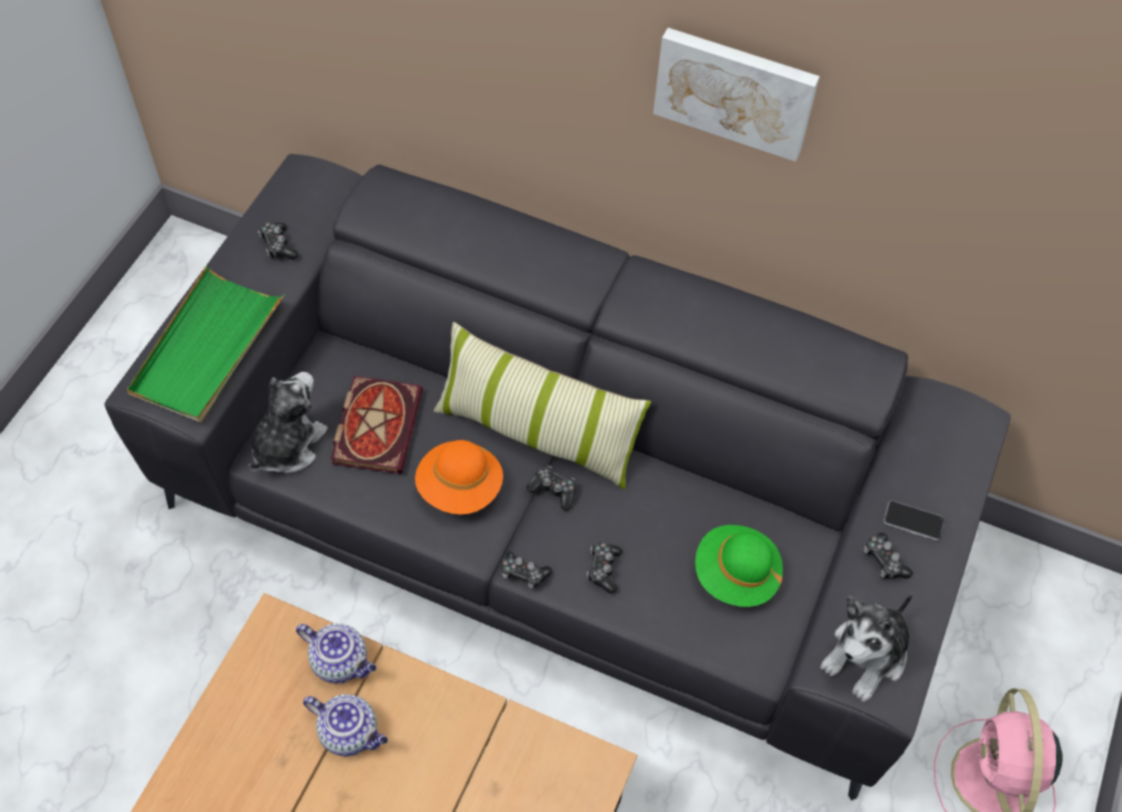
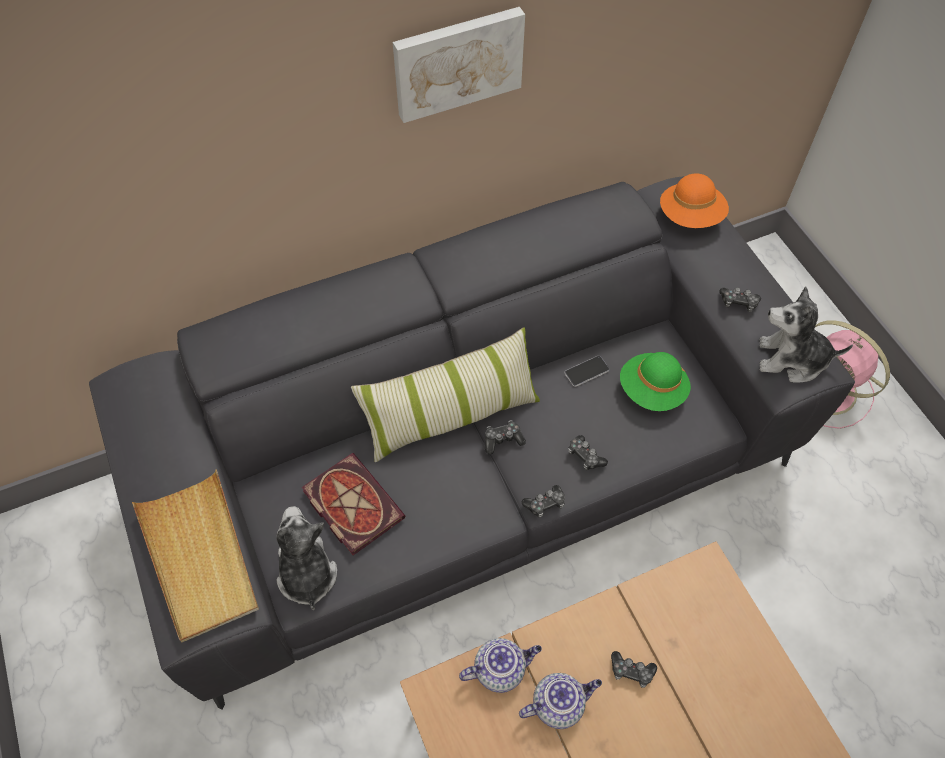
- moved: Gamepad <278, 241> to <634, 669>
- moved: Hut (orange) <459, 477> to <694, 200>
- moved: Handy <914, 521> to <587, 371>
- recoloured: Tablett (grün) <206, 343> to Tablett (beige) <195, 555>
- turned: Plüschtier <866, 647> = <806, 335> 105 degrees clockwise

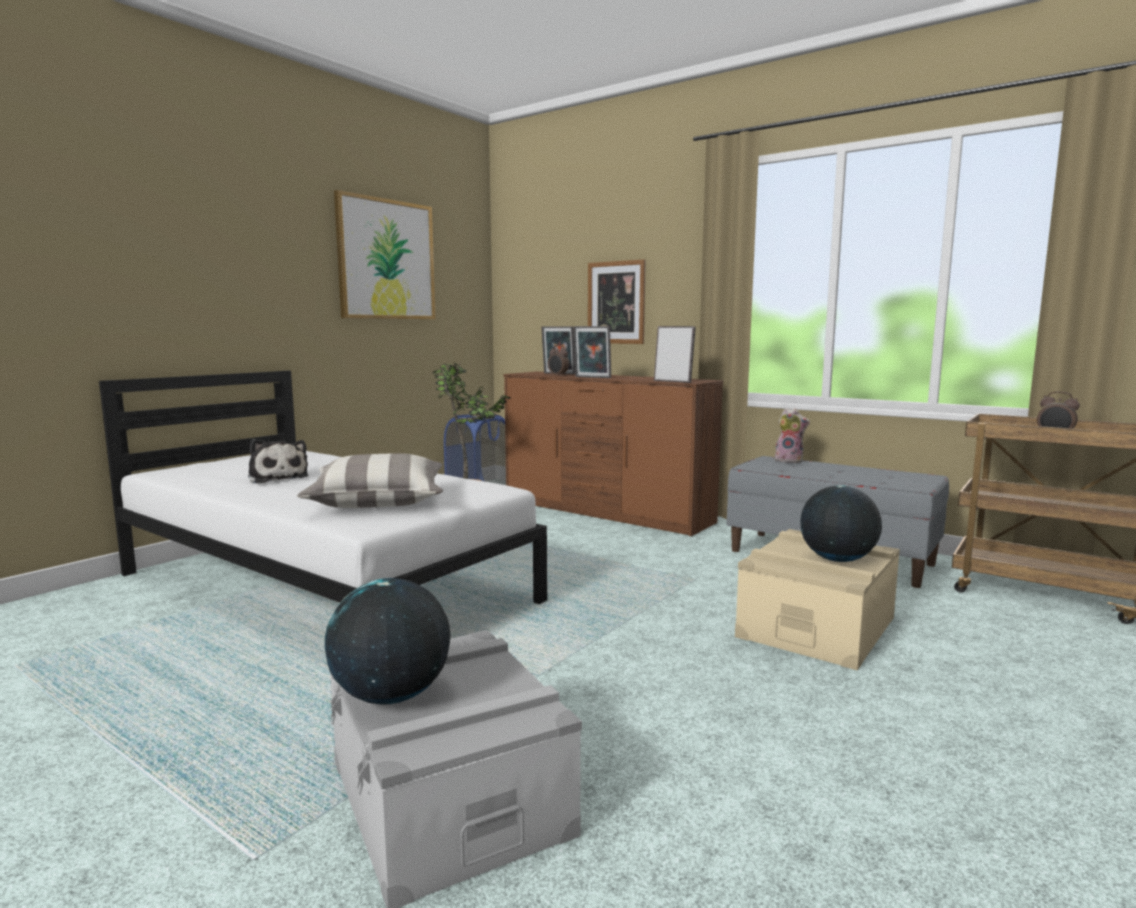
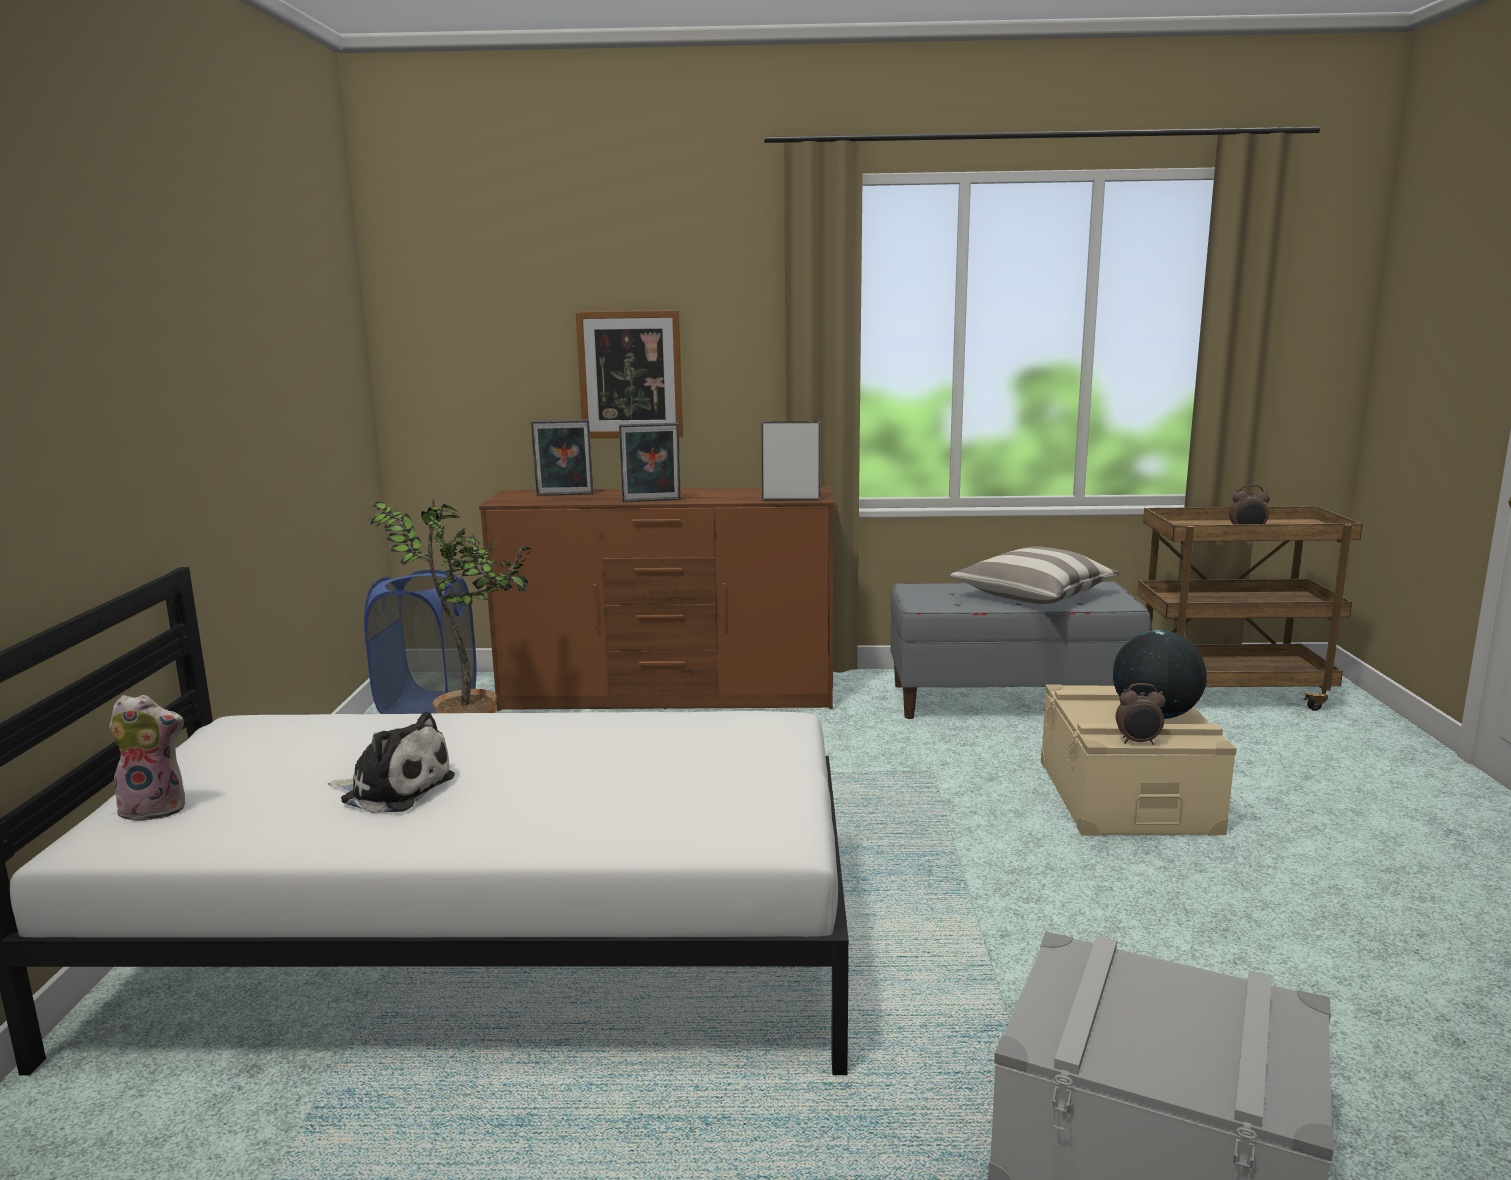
- removed: Globus <387, 641>
- removed: Bild <385, 254>
- moved: Kissen <370, 480> to <1035, 575>
- moved: Wecker <558, 360> to <1141, 714>
- moved: Plüschtier <791, 435> to <147, 758>

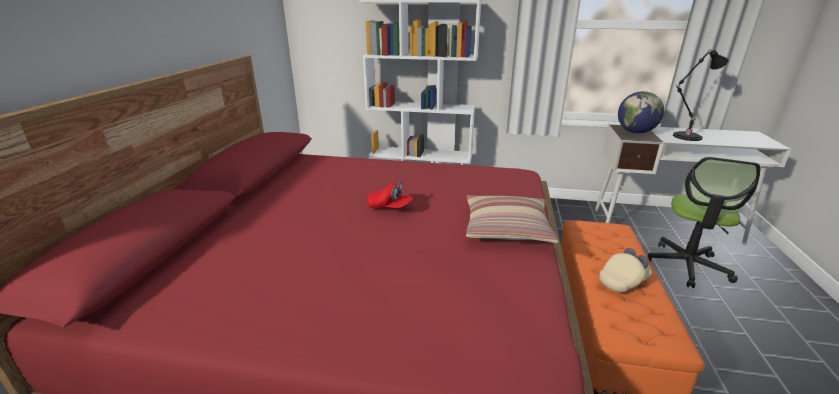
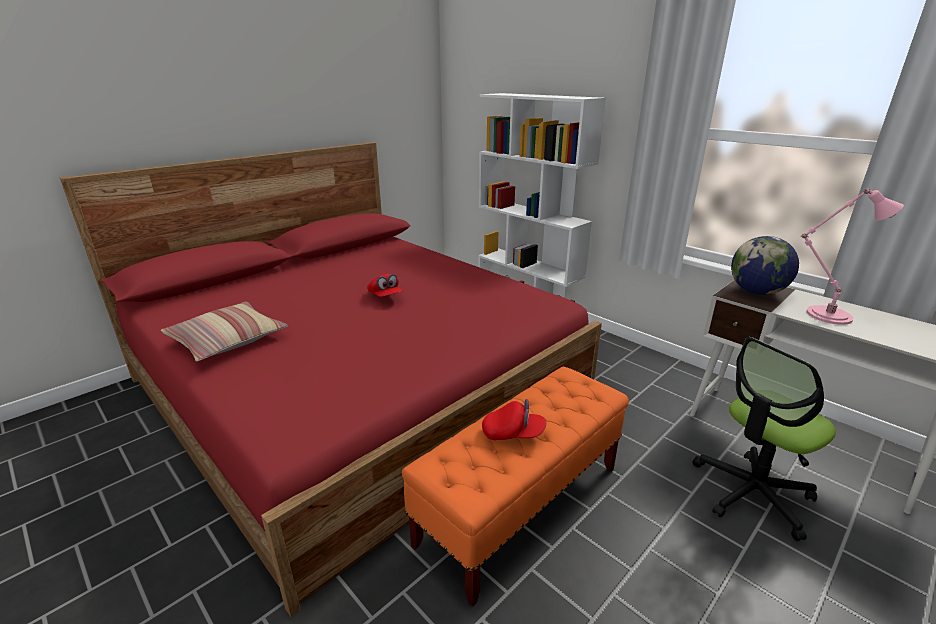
- moved: Kissen <512, 219> to <224, 331>
- recoloured: Kappe (beige) <625, 270> to Kappe (rot) <514, 419>
- recoloured: Tischlampe (schwarz) <701, 95> to Tischlampe (rosa) <852, 256>

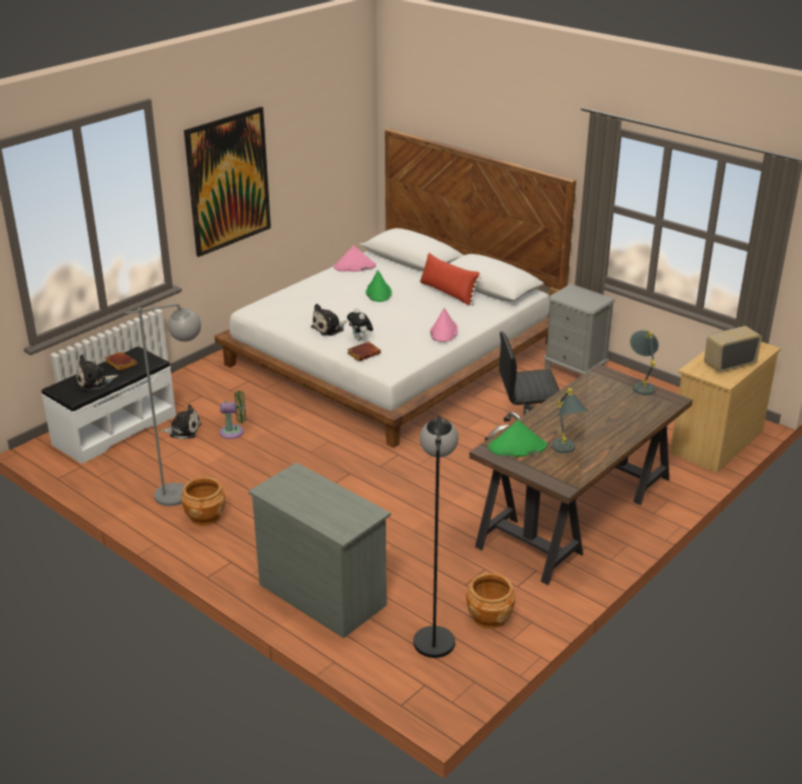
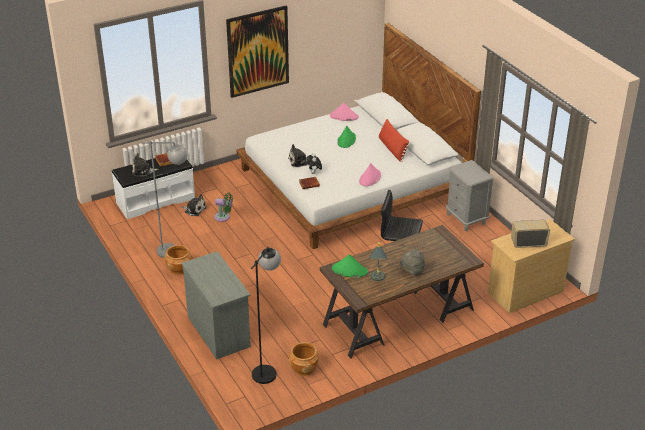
- removed: Tischlampe (grau) <644, 362>
- added: Hut (grau) <412, 263>

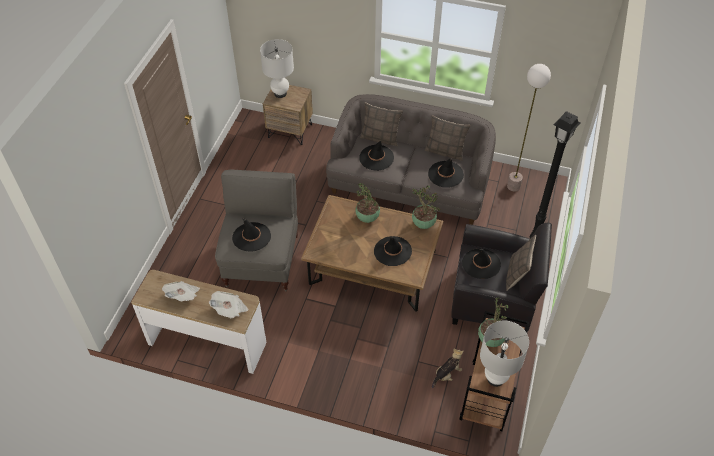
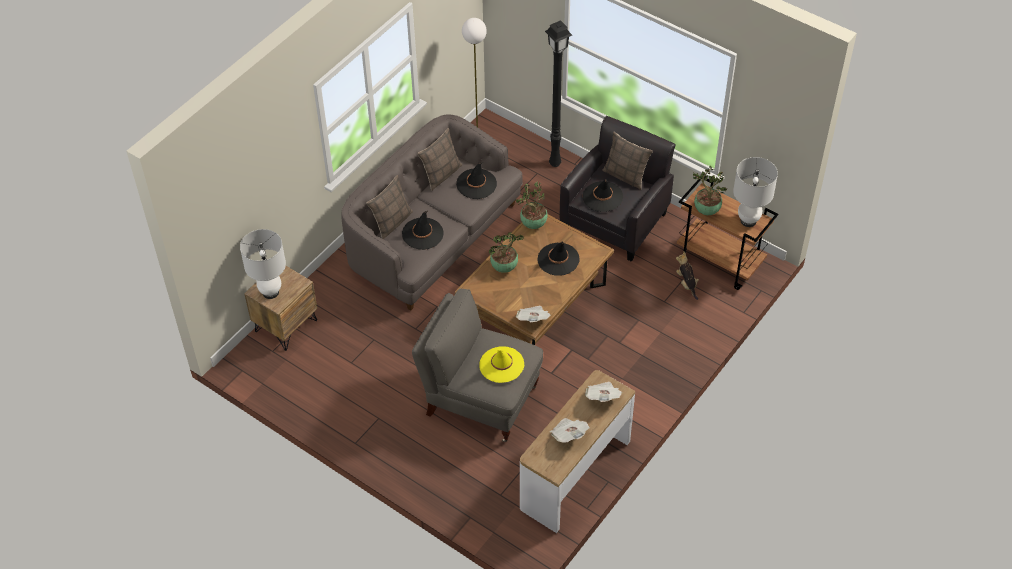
- added: Zeitung <533, 314>
- recoloured: Hut (schwarz) <251, 235> to Hut (gelb) <501, 364>

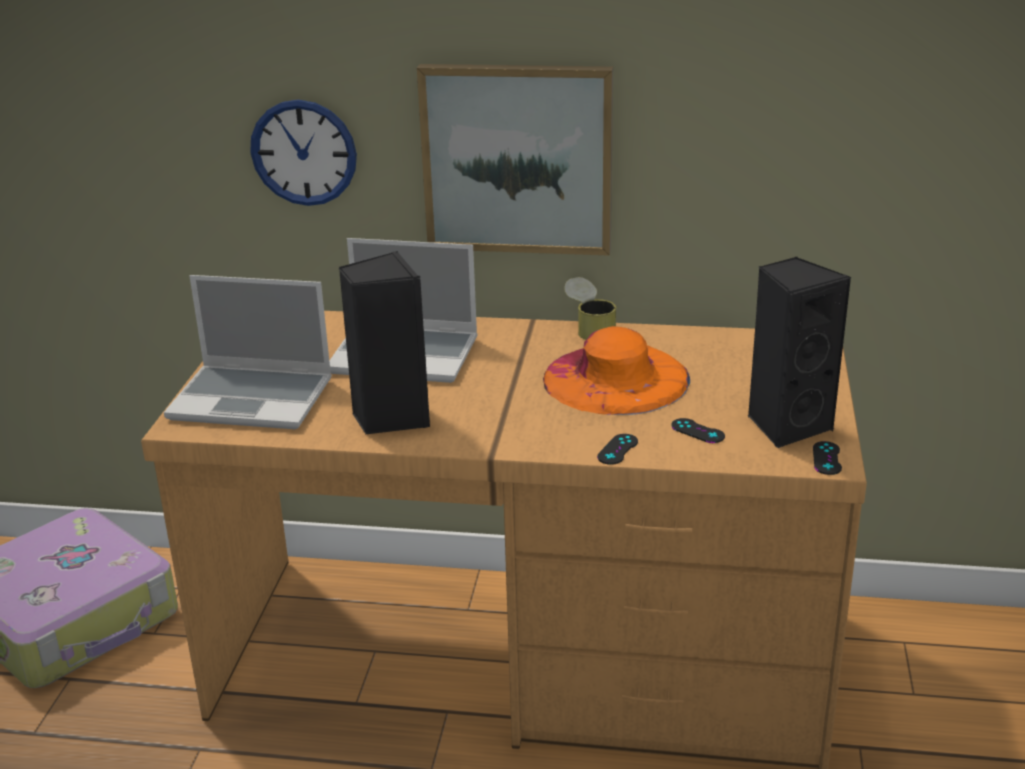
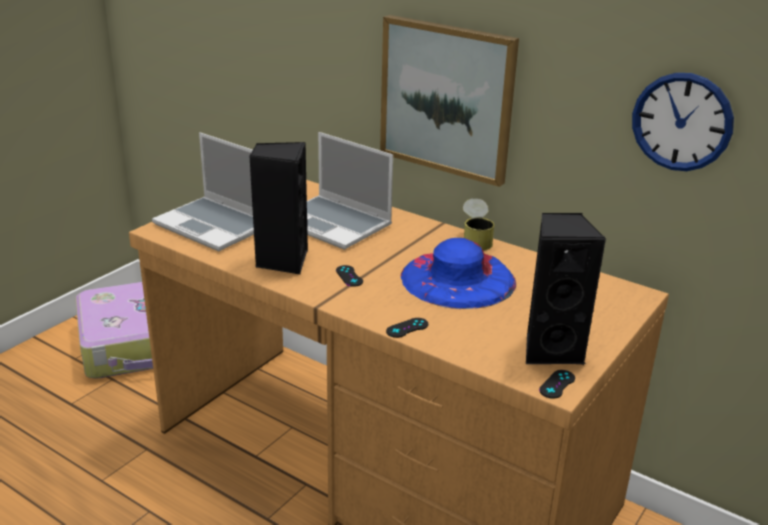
- moved: Wanduhr <303, 153> to <683, 122>
- moved: Gamepad (schwarz) <698, 430> to <349, 276>
- recoloured: Hut (orange) <616, 370> to Hut (blau) <458, 273>

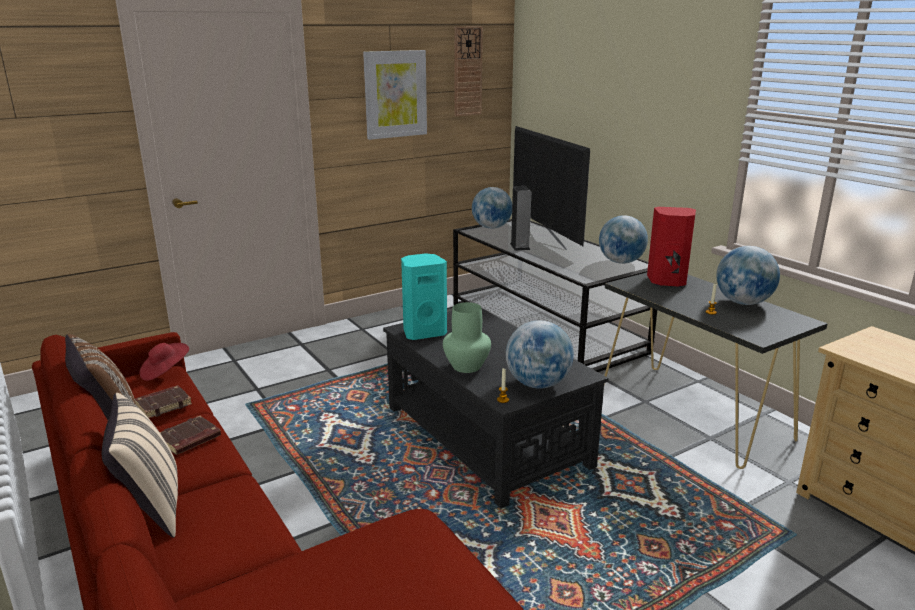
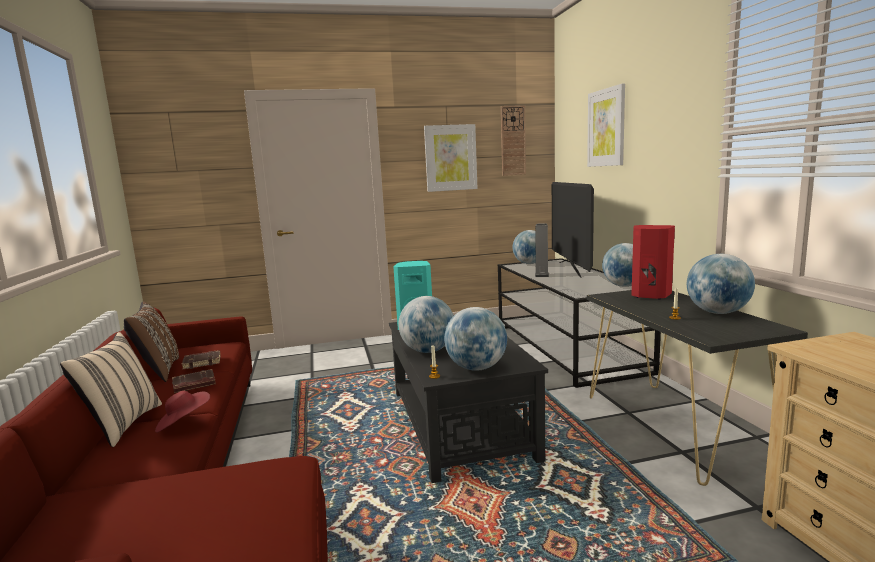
- added: Bild <606, 125>
- moved: Hut (rot) <164, 362> to <182, 412>
- replaced: Vase (grün) <467, 337> to Globus <426, 324>

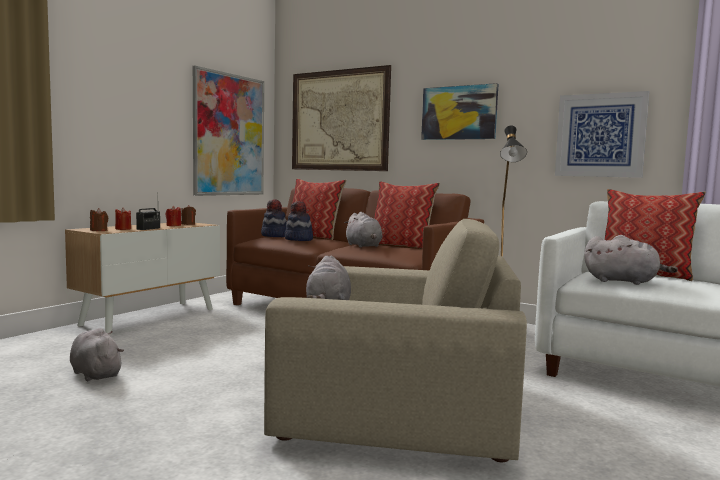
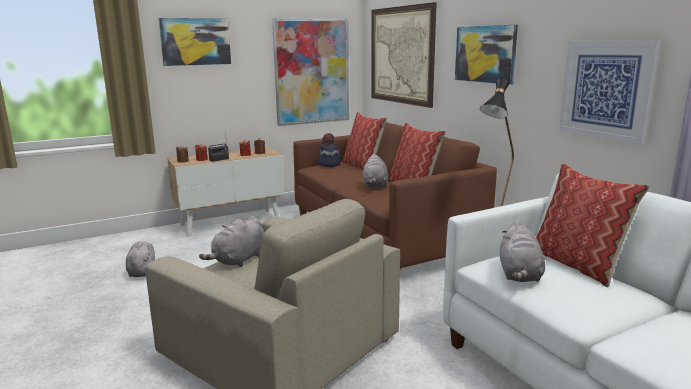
- removed: Hut <299, 221>
- added: Bild <194, 42>
- turned: Plüschtier (grau) <631, 260> = <522, 251> 45 degrees clockwise

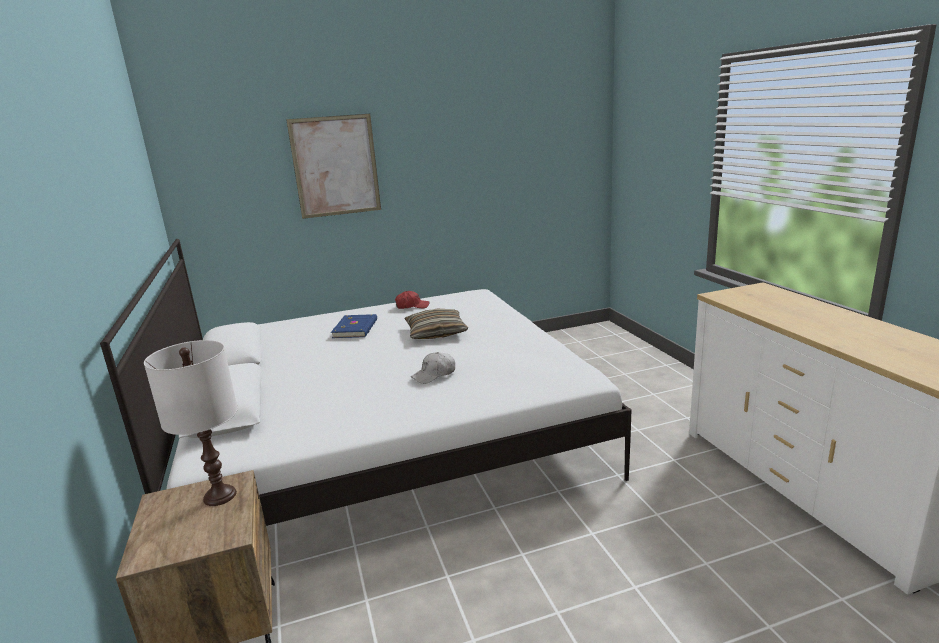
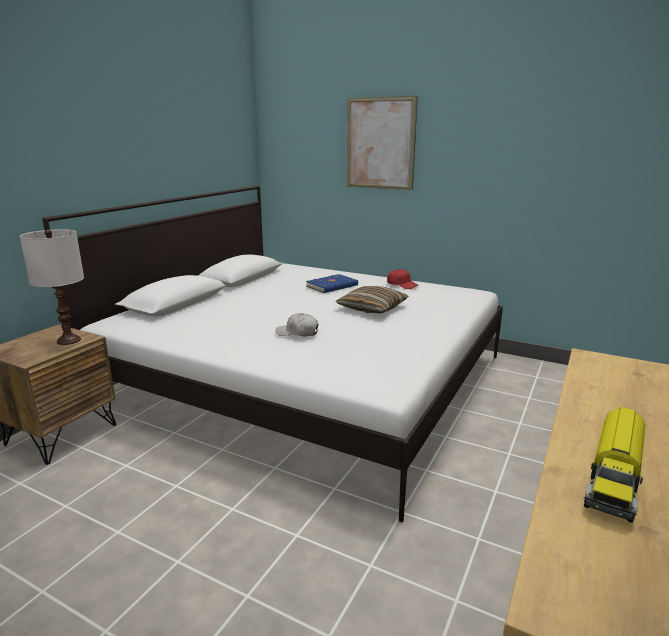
- added: Spielzeuglaster <614, 465>

